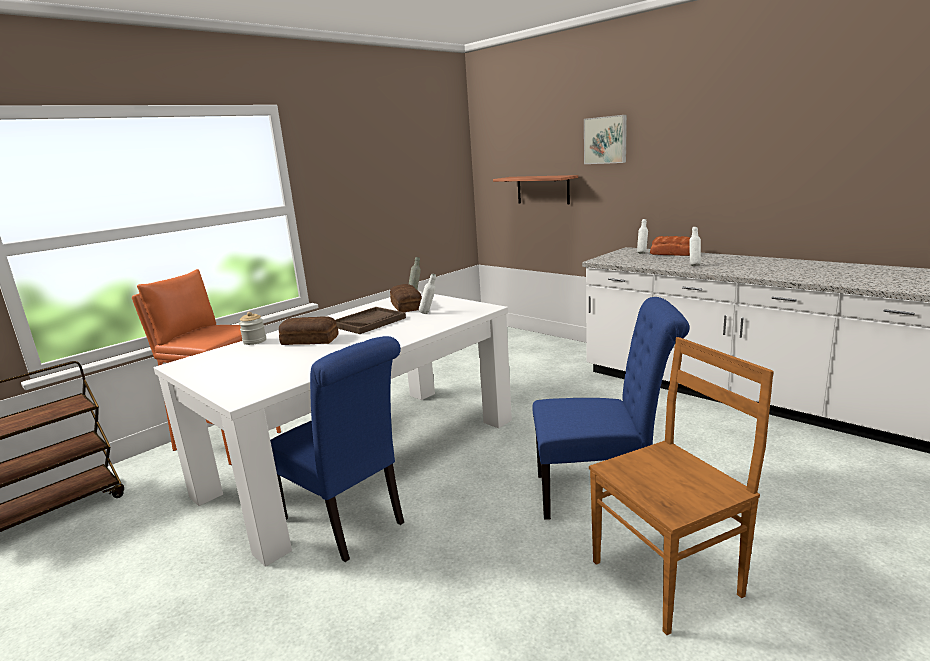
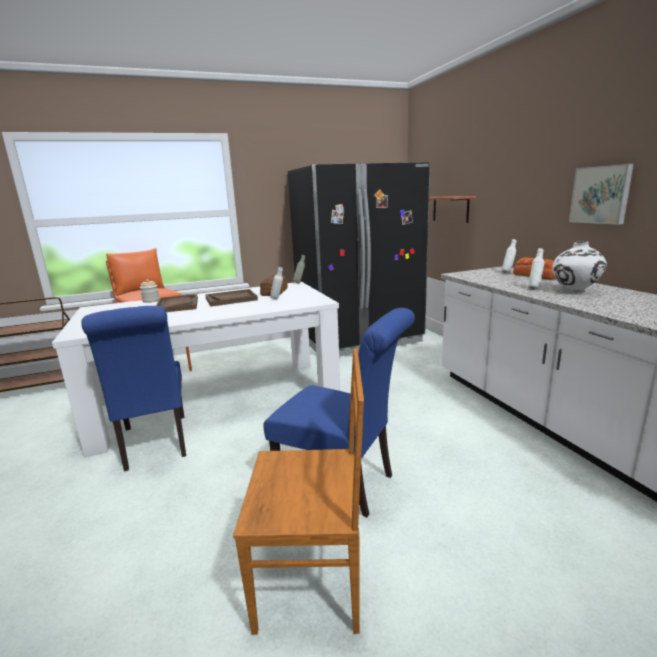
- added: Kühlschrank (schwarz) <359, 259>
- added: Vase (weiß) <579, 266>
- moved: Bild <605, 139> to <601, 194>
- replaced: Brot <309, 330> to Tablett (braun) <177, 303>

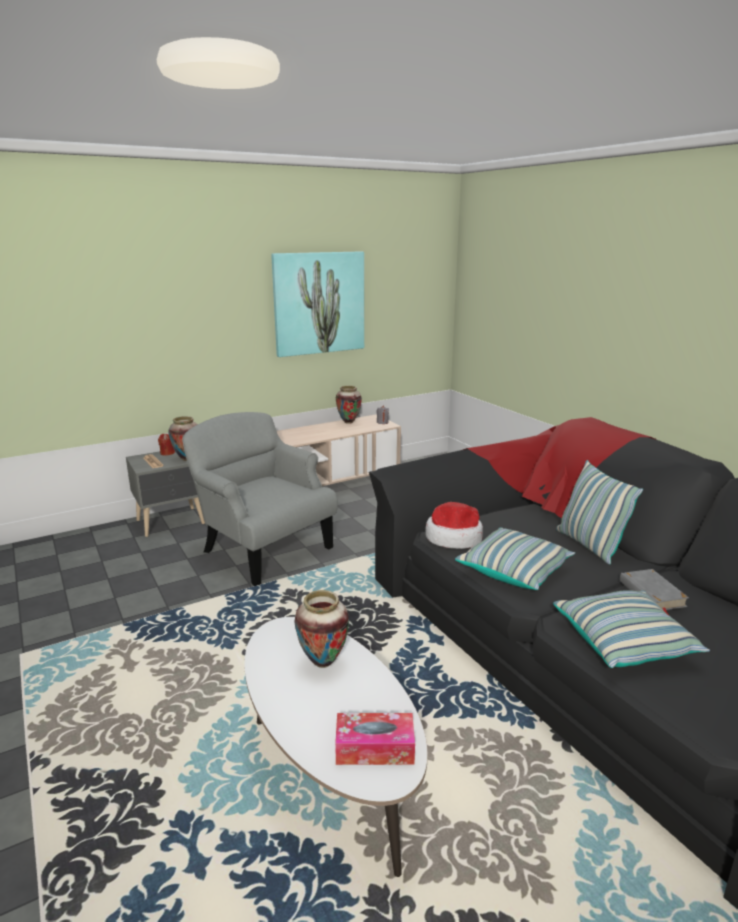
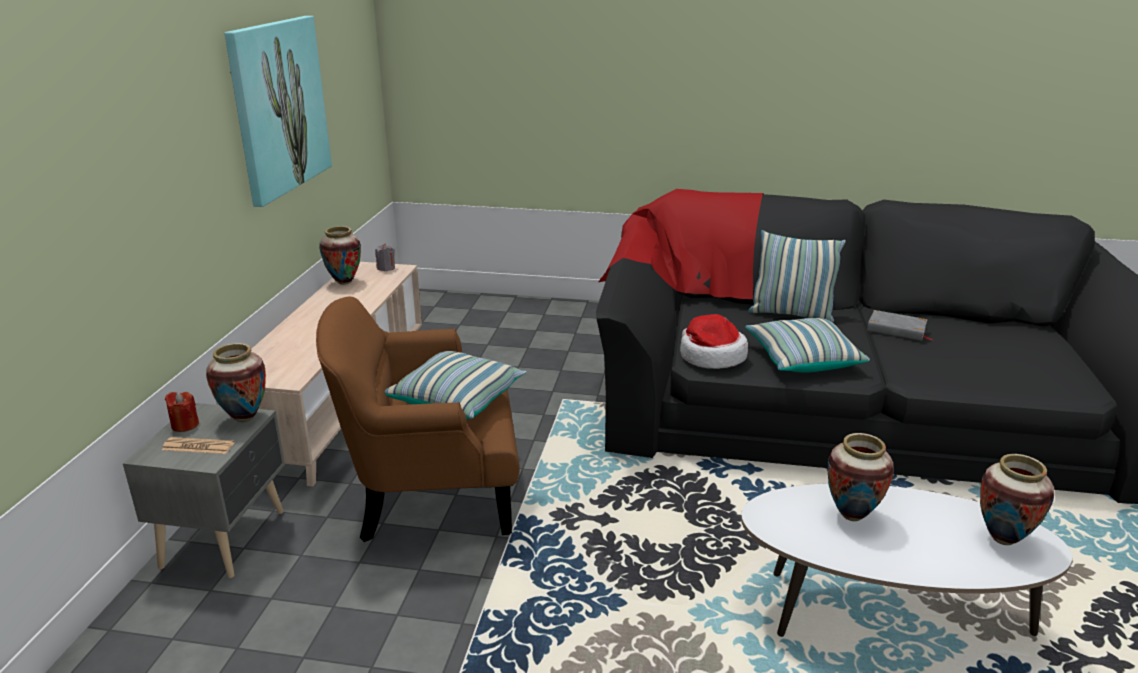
- moved: Kissen <631, 629> to <456, 385>
- replaced: Taschentuchbox <375, 739> to Vase <1017, 499>
- recoloured: Sessel (grau) <260, 499> to Sessel (braun) <418, 419>

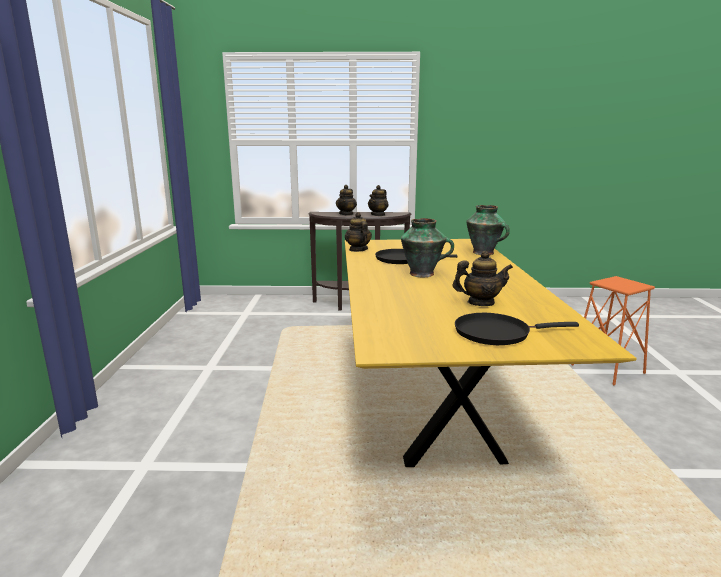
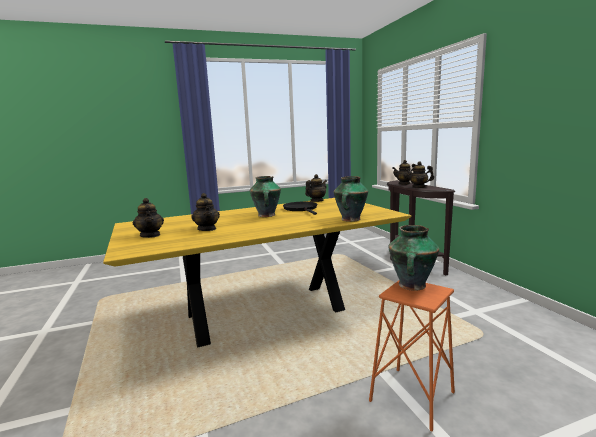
- added: Vase <413, 258>
- replaced: Pfanne (schwarz) <517, 329> to Teekanne <148, 218>

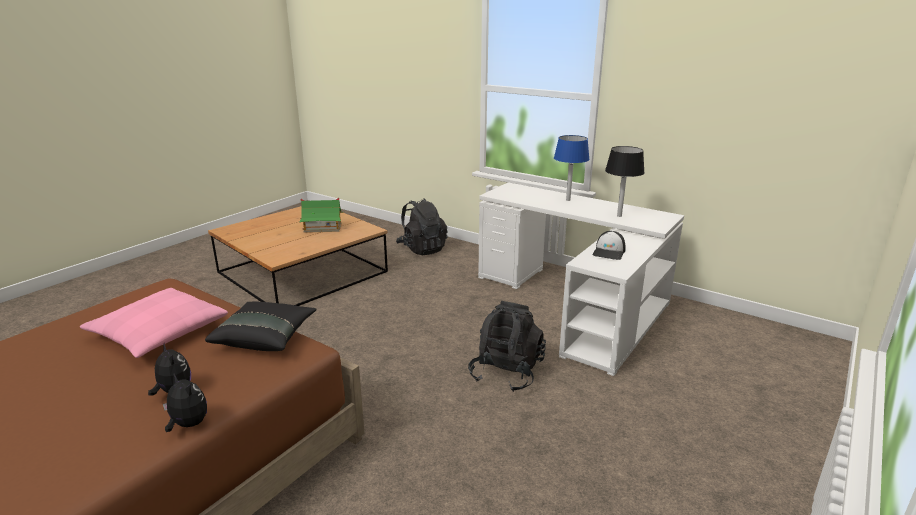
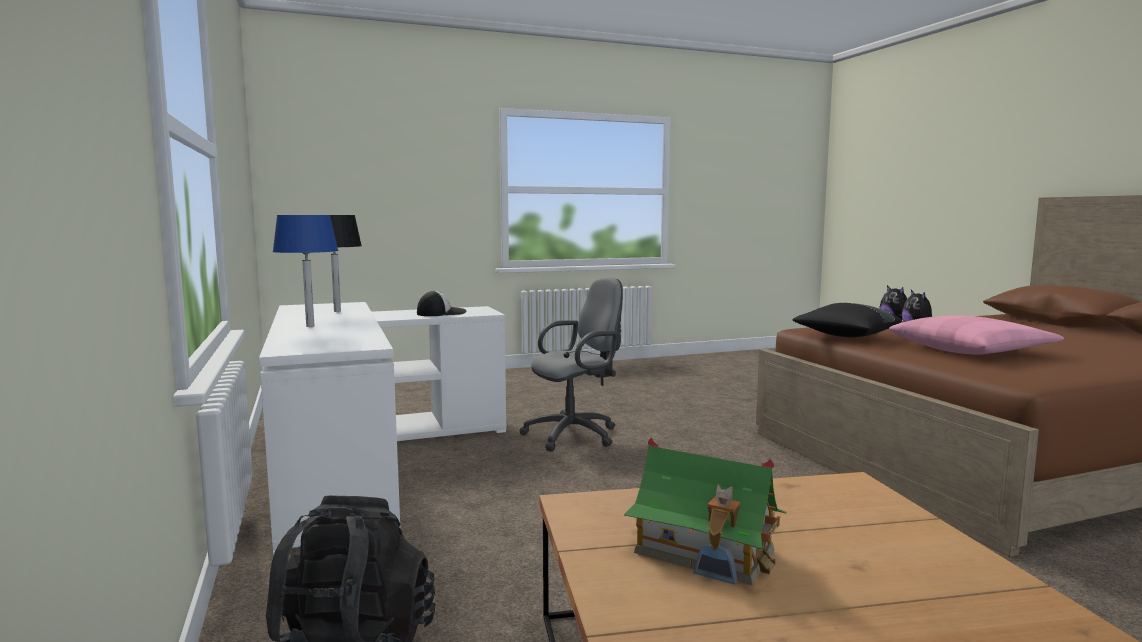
- replaced: Rucksack (schwarz) <507, 346> to Bürostuhl (grau) <571, 364>

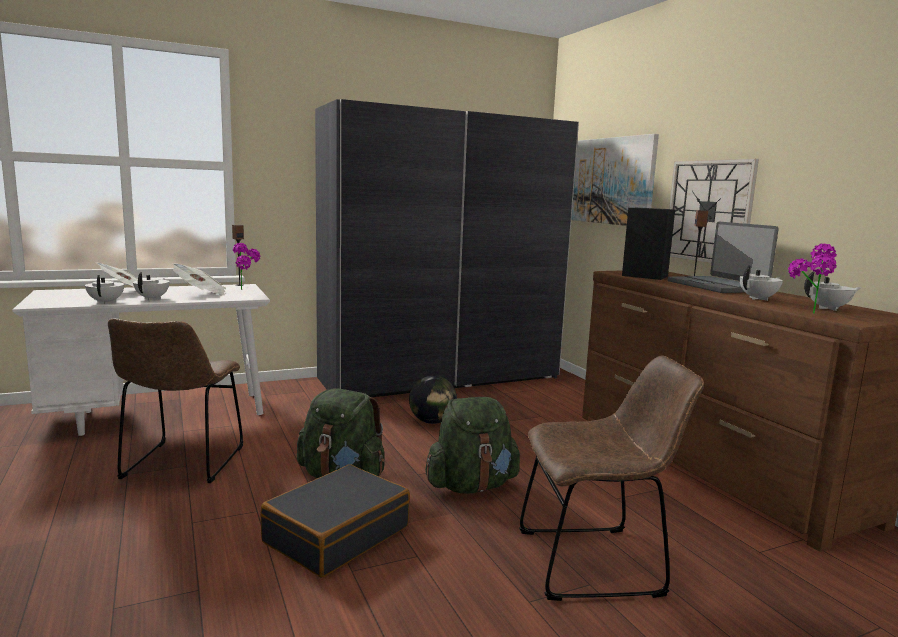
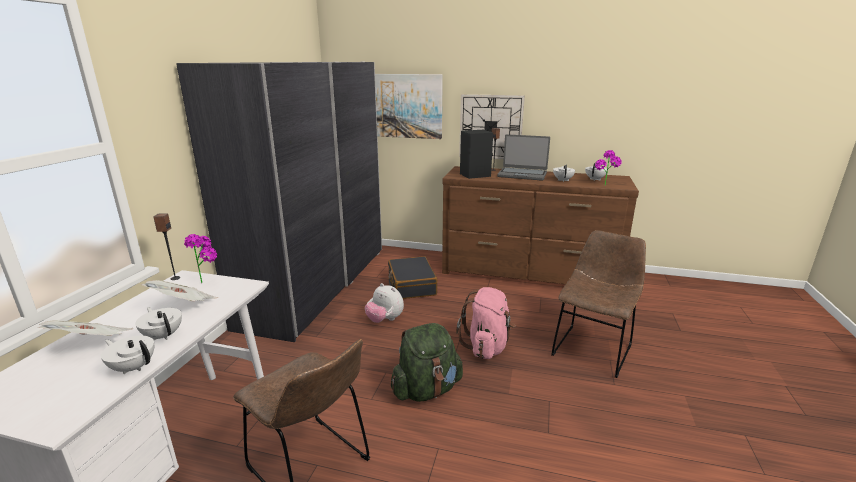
- moved: Koffer (schwarz) <335, 521> to <413, 277>
- replaced: Globus <433, 399> to Plüschtier <384, 303>
- recoloured: Rucksack (grün) <472, 445> to Rucksack (rosa) <486, 323>

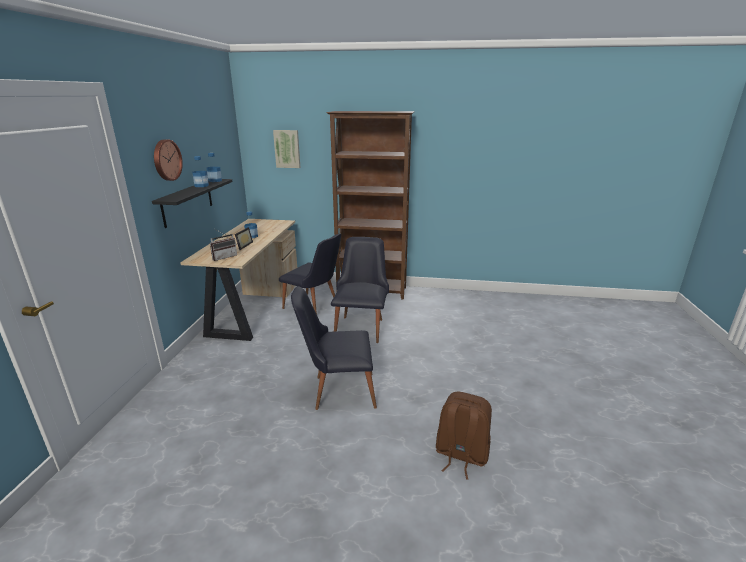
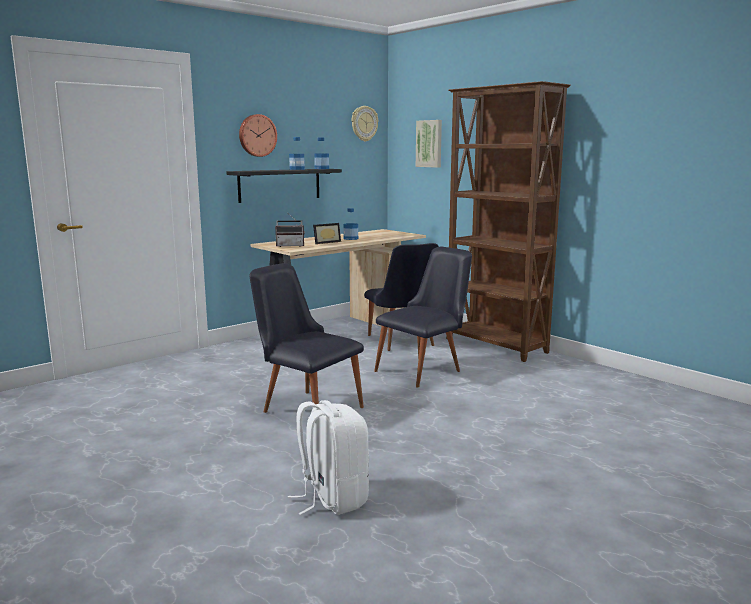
- added: Wanduhr <365, 124>
- recoloured: Rucksack (braun) <464, 436> to Rucksack (weiß) <328, 457>

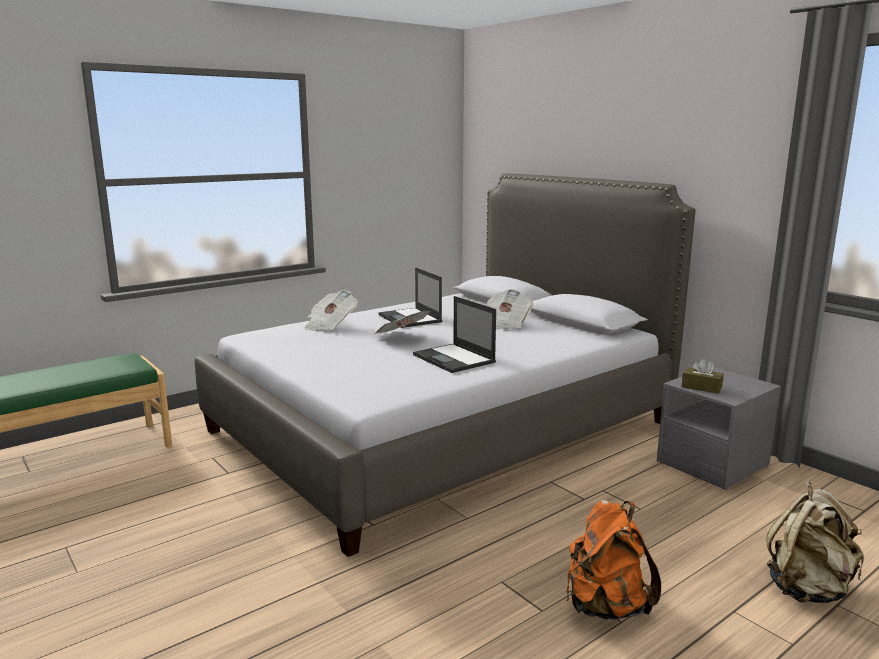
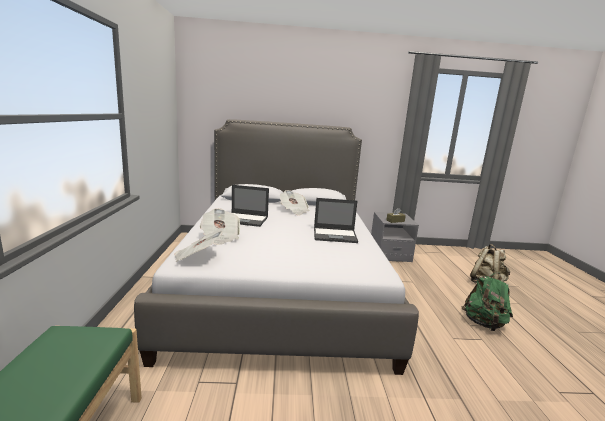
- moved: Zeitung <402, 322> to <198, 246>
- recoloured: Rucksack (orange) <613, 560> to Rucksack (grün) <487, 302>

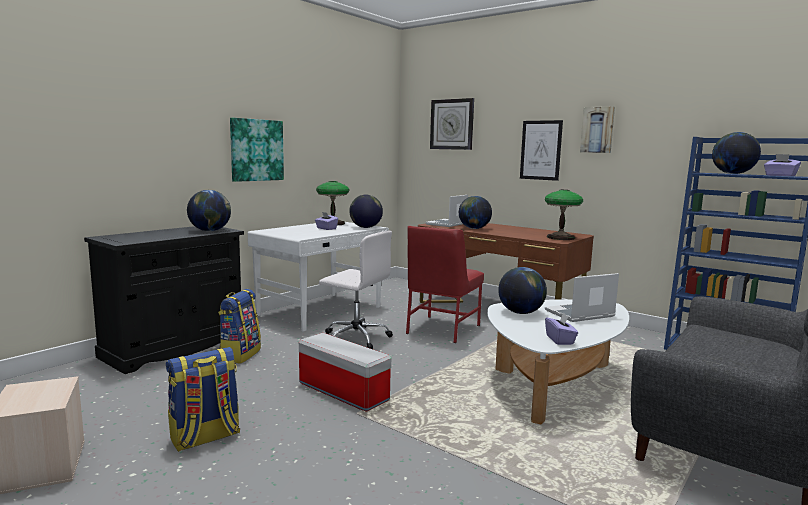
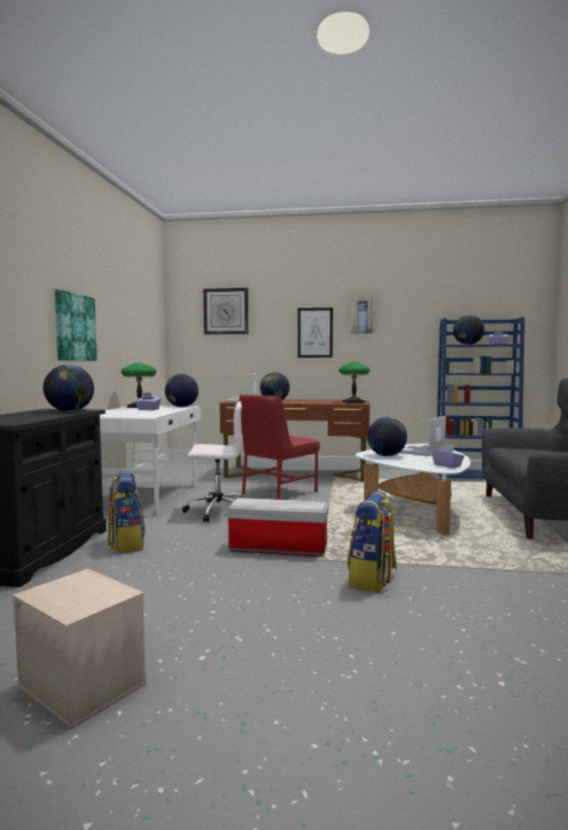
- moved: Rucksack <203, 399> to <372, 541>
- turned: Stuhl (rot) <445, 284> = <279, 447> 45 degrees clockwise

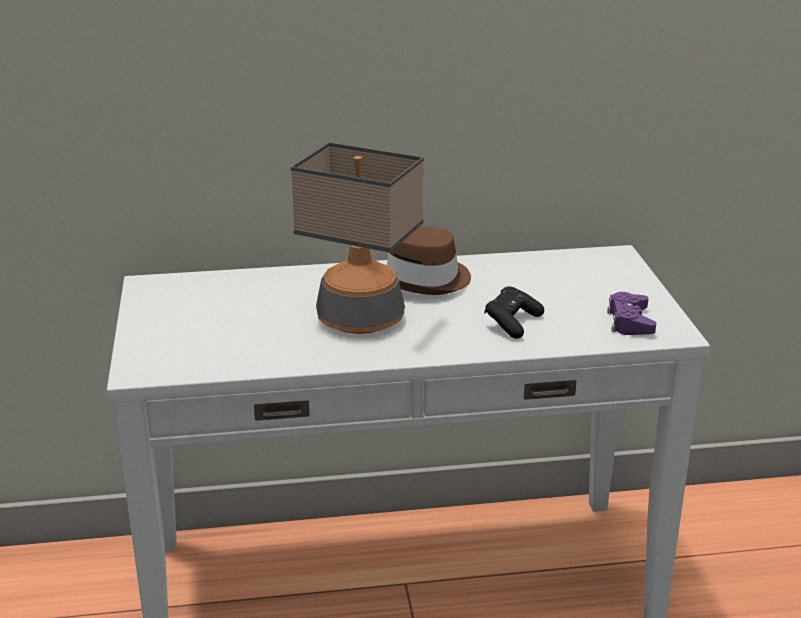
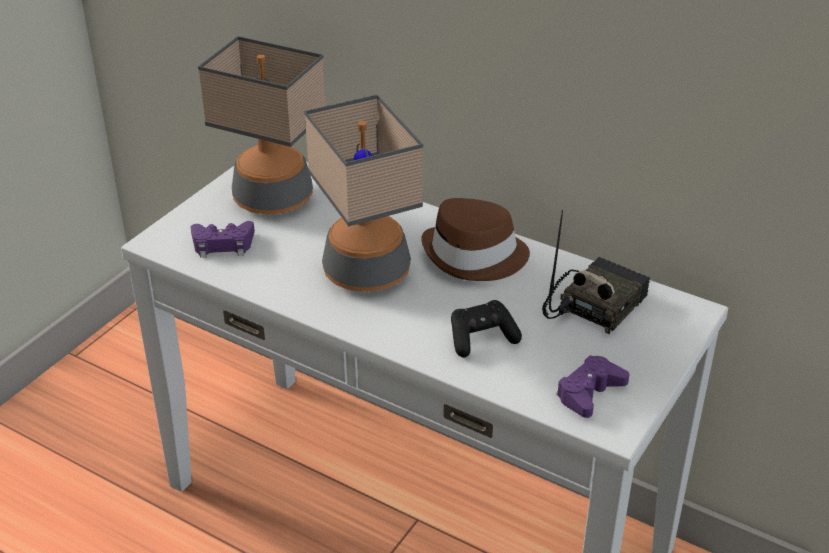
- added: Gamepad (lila) <223, 239>
- added: Tischlampe <261, 125>
- added: Radio <596, 272>

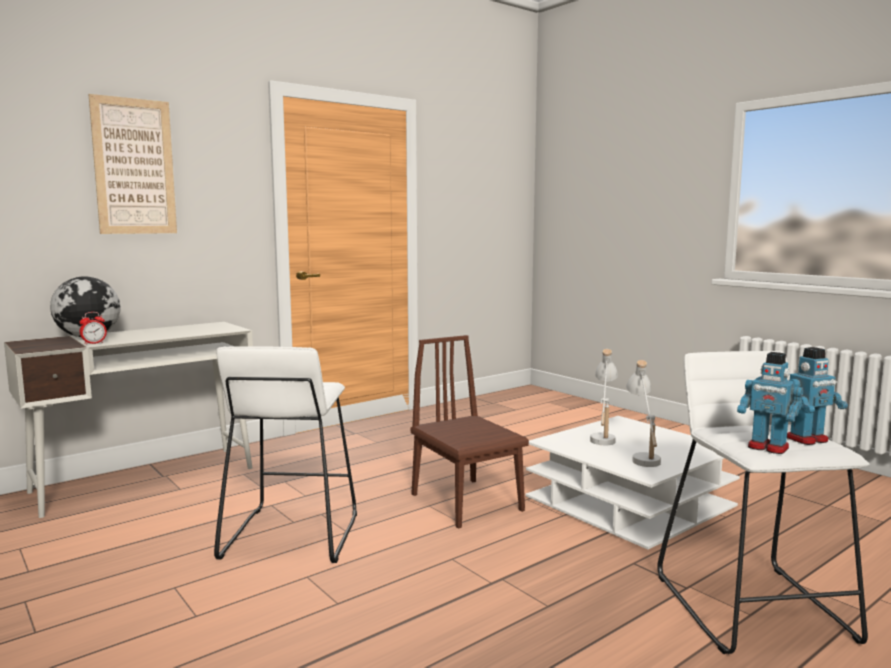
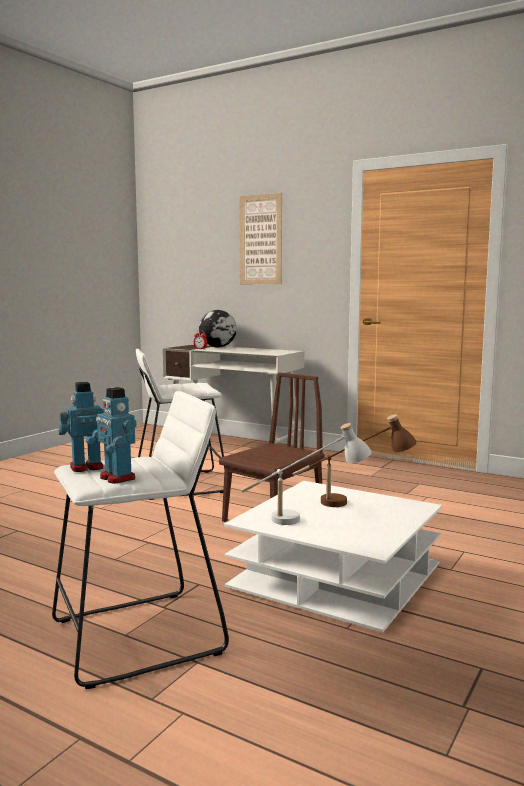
- recoloured: Tischlampe (weiß) <604, 397> to Tischlampe (braun) <355, 460>
- turned: Spielzeugroboter <770, 403> = <81, 427> 45 degrees clockwise

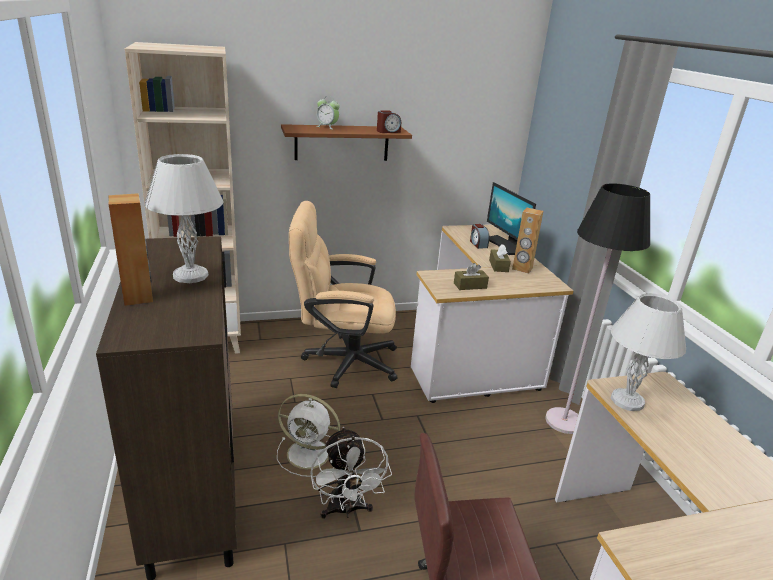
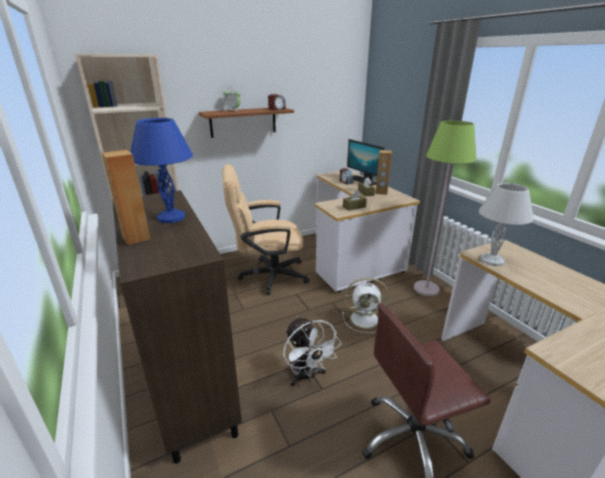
- moved: Ventilator (weiß) <308, 435> to <365, 305>
- recoloured: Tischlampe (weiß) <184, 218> to Tischlampe (blau) <161, 170>
- recoloured: Stehlampe (schwarz) <597, 309> to Stehlampe (grün) <445, 208>

